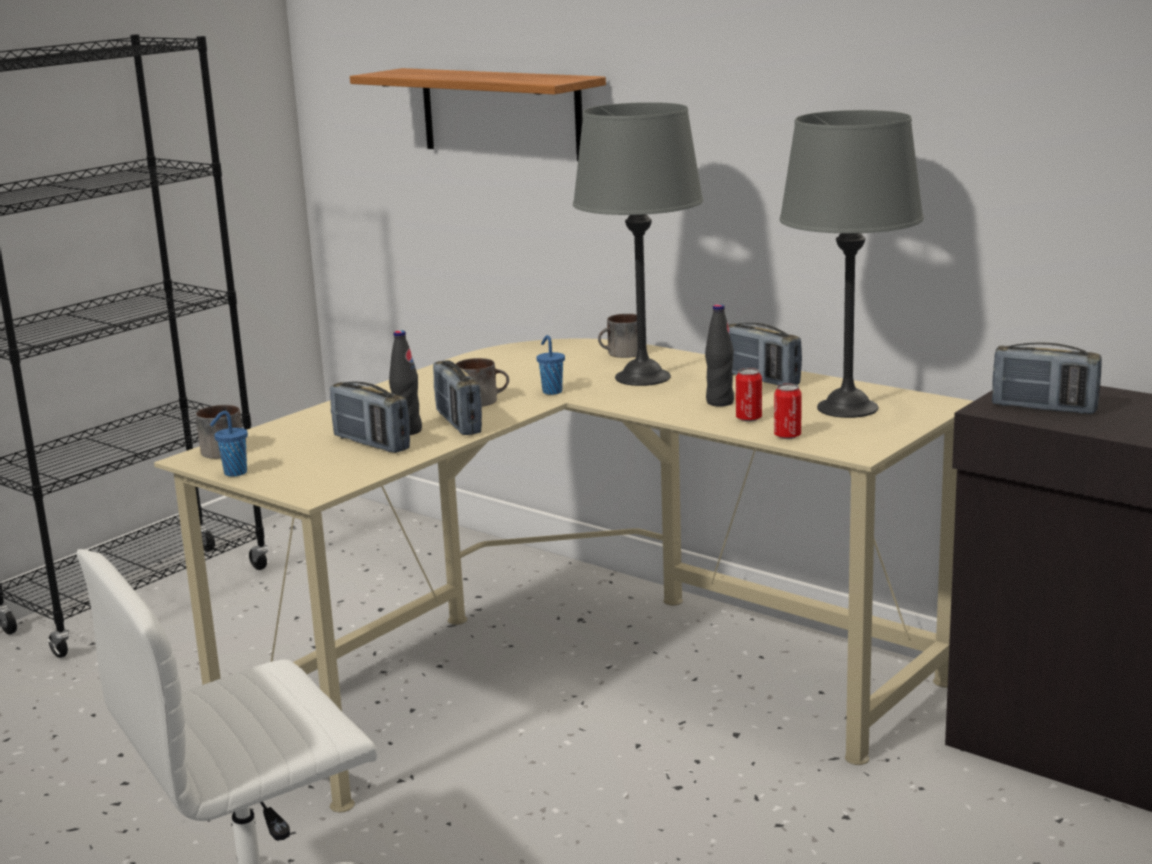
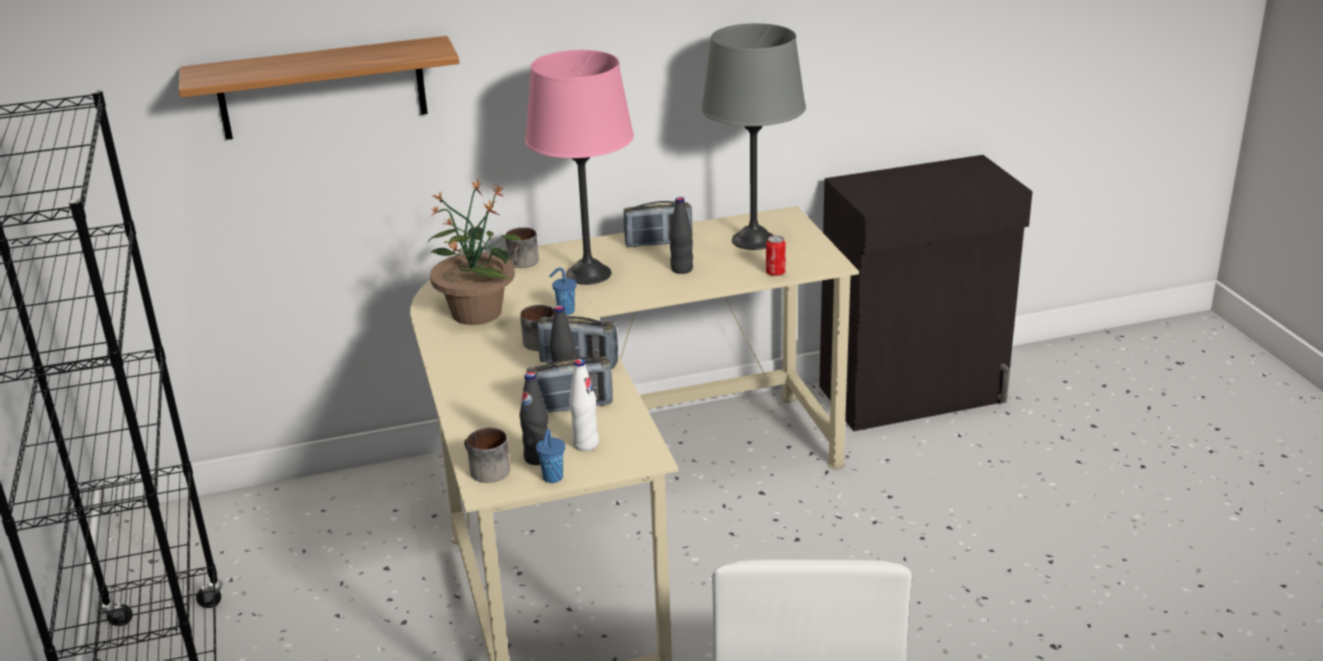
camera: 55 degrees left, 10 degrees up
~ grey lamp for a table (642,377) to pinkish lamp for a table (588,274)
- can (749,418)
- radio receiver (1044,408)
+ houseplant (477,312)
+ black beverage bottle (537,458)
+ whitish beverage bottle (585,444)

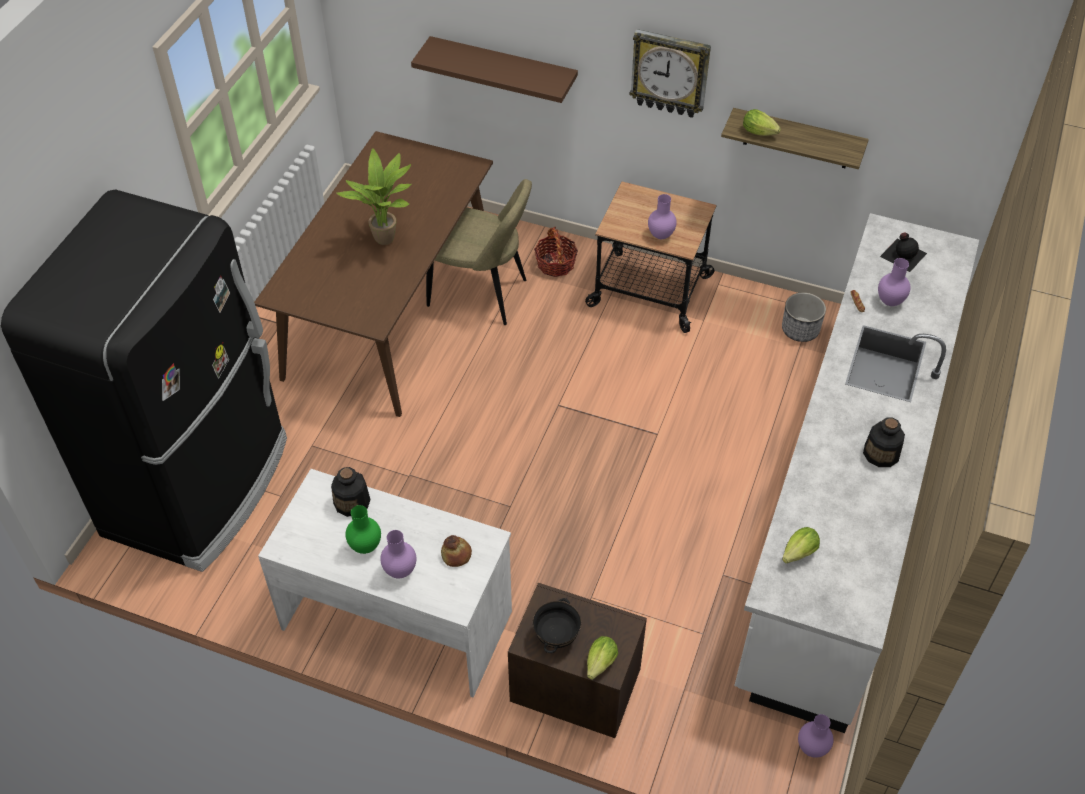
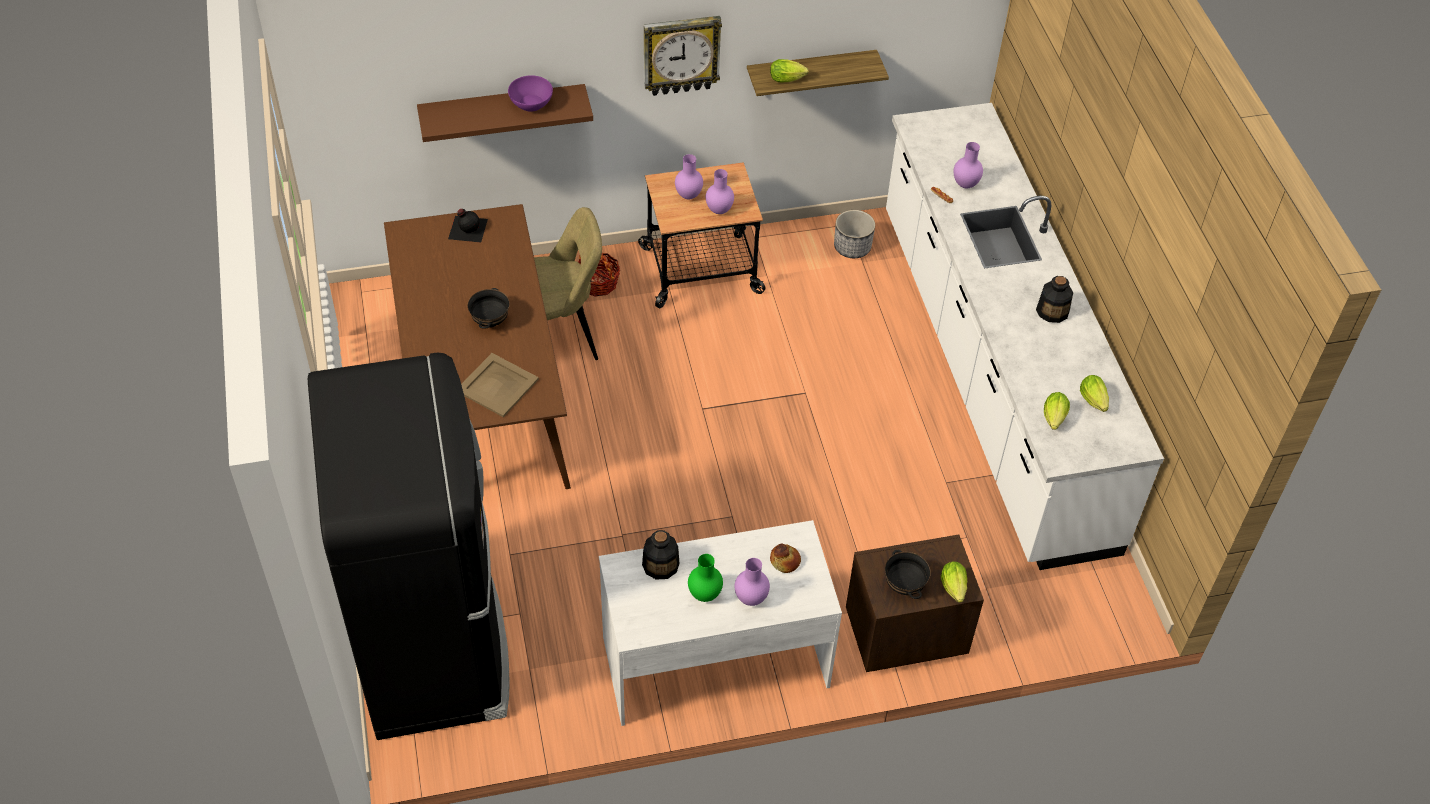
camera: 35 degrees left, 0 degrees up
~ houseplant (387,240) to black deep dish (490,321)
~ purplish decorative vase (812,747) to (688,195)
~ black beverage bottle (903,254) to (467,228)
+ beige-coloured serving tray (496,385)
+ purplish deep dish (531,103)
+ lettuce (1094,402)

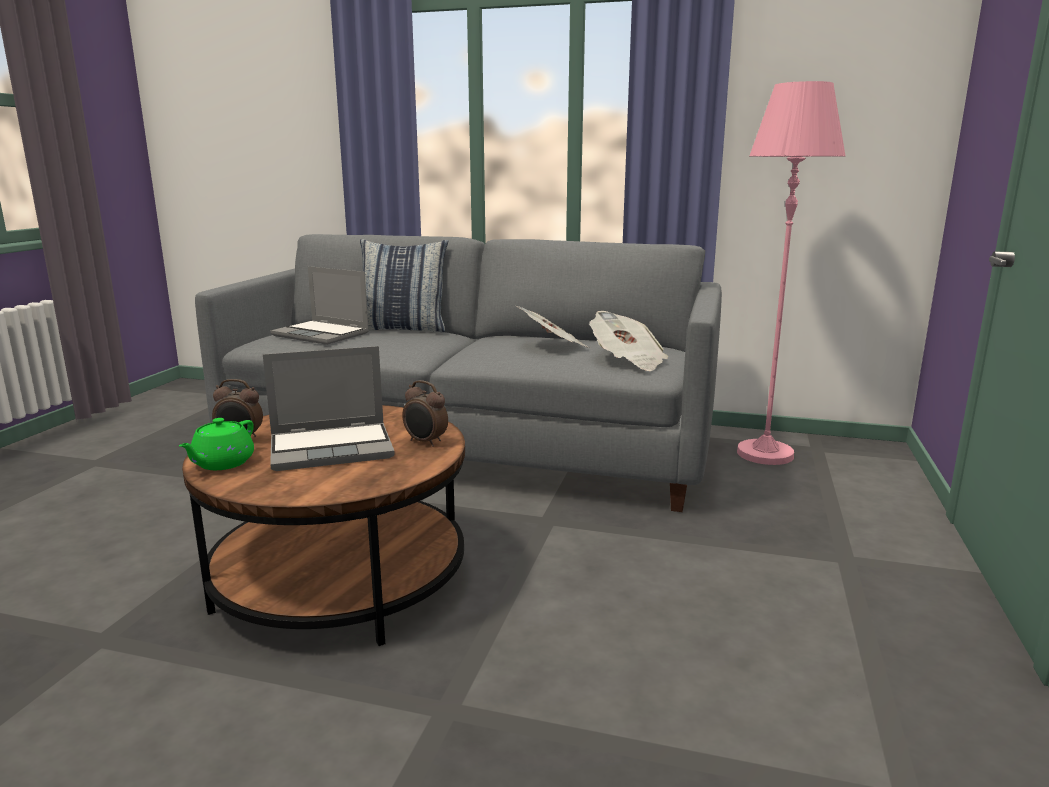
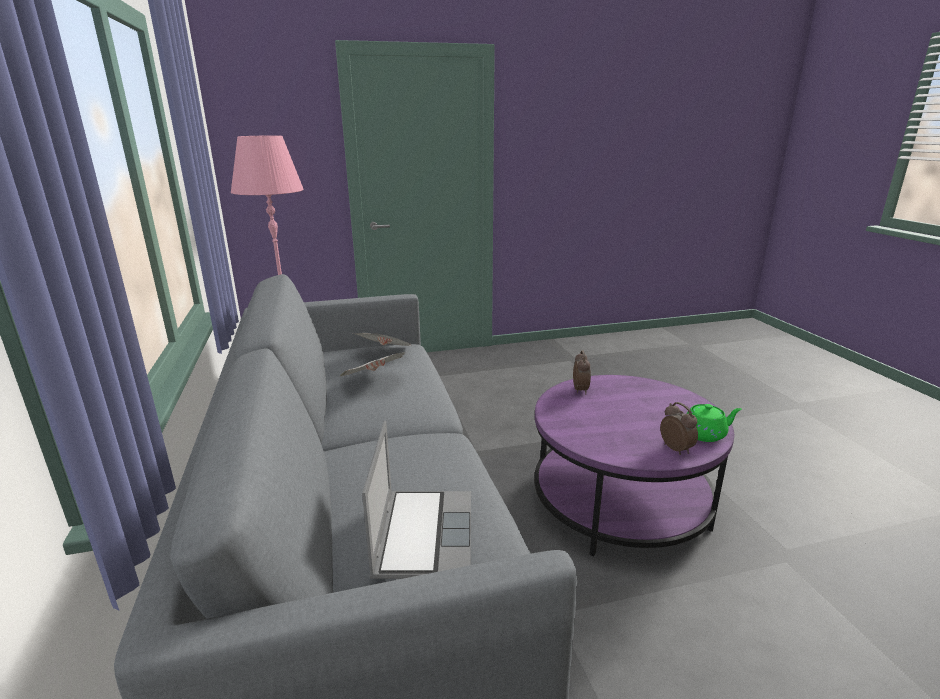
camera: 120 degrees left, 5 degrees up
~ brown-coloured lounge table (341,577) to purplish lounge table (620,500)
- portable computer (333,448)
- throw pillow (403,328)

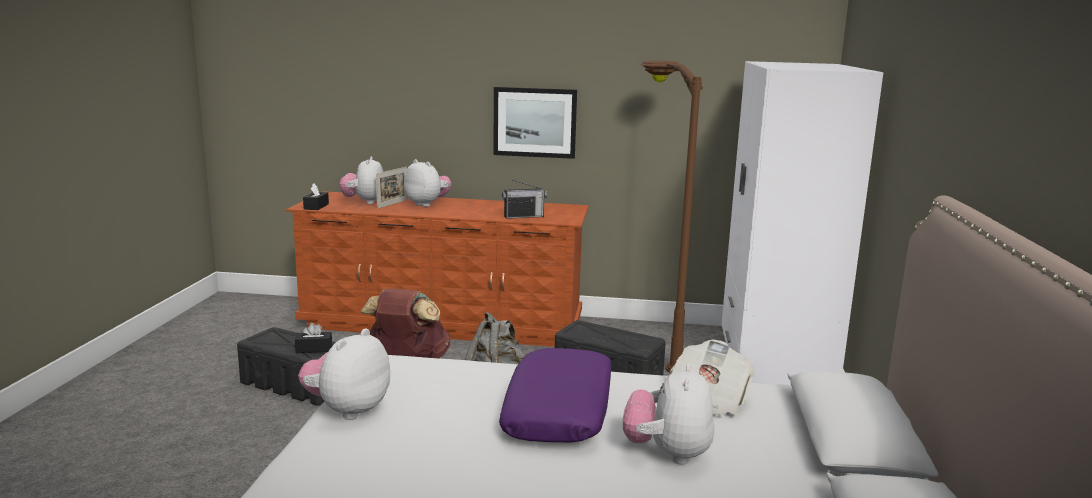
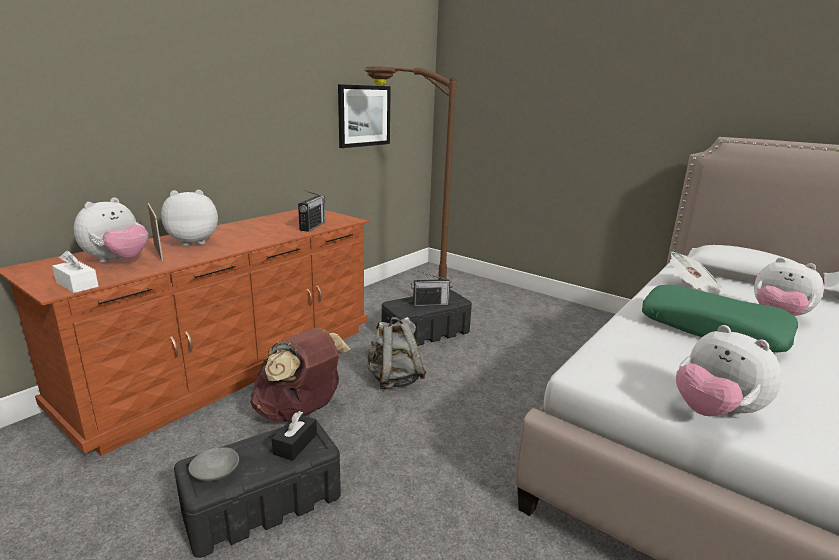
camera: 60 degrees left, 5 degrees up
~ black box of tissues (316,206) to whitish box of tissues (77,284)
~ cuddly toy (364,202) = (117,261) 90 degrees counterclockwise
~ picture (535,122) to (364,116)
~ purplish throw pillow (560,411) to green-coloured throw pillow (712,329)
- whitish armoire (772,366)
+ grey deep dish (216,471)
+ radio receiver (430,304)

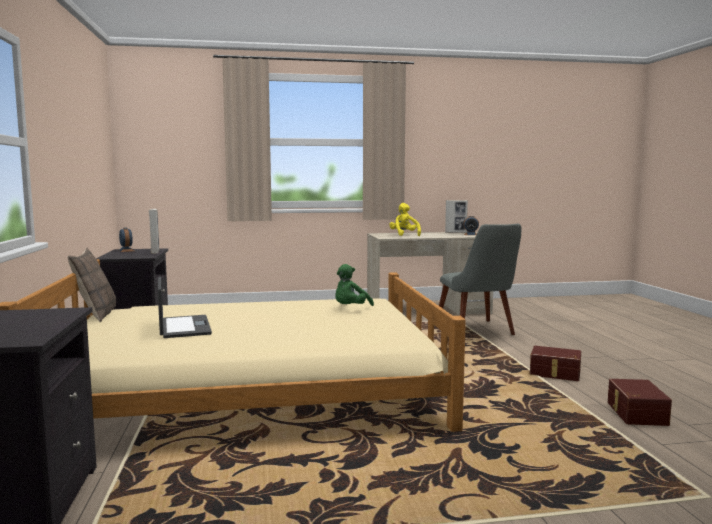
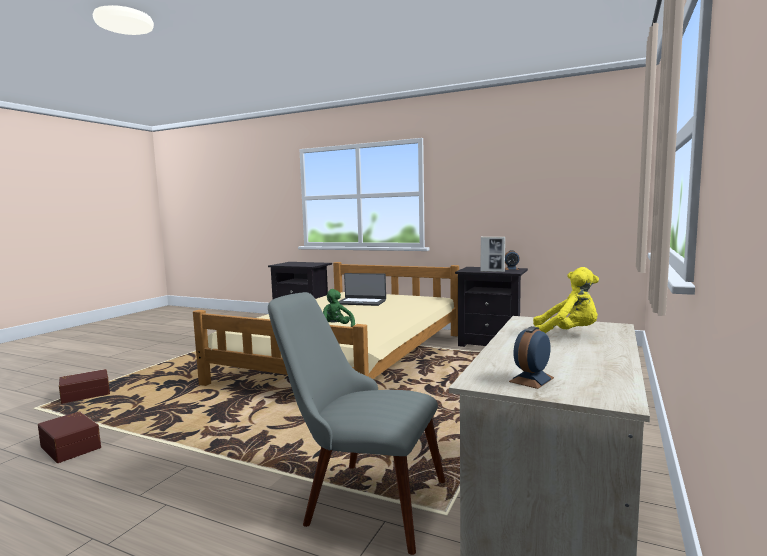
camera: 125 degrees right, 0 degrees up
- throw pillow (96,314)
- photo frame (456,232)
~ brown-coloured storage container (555,373) to (85,394)

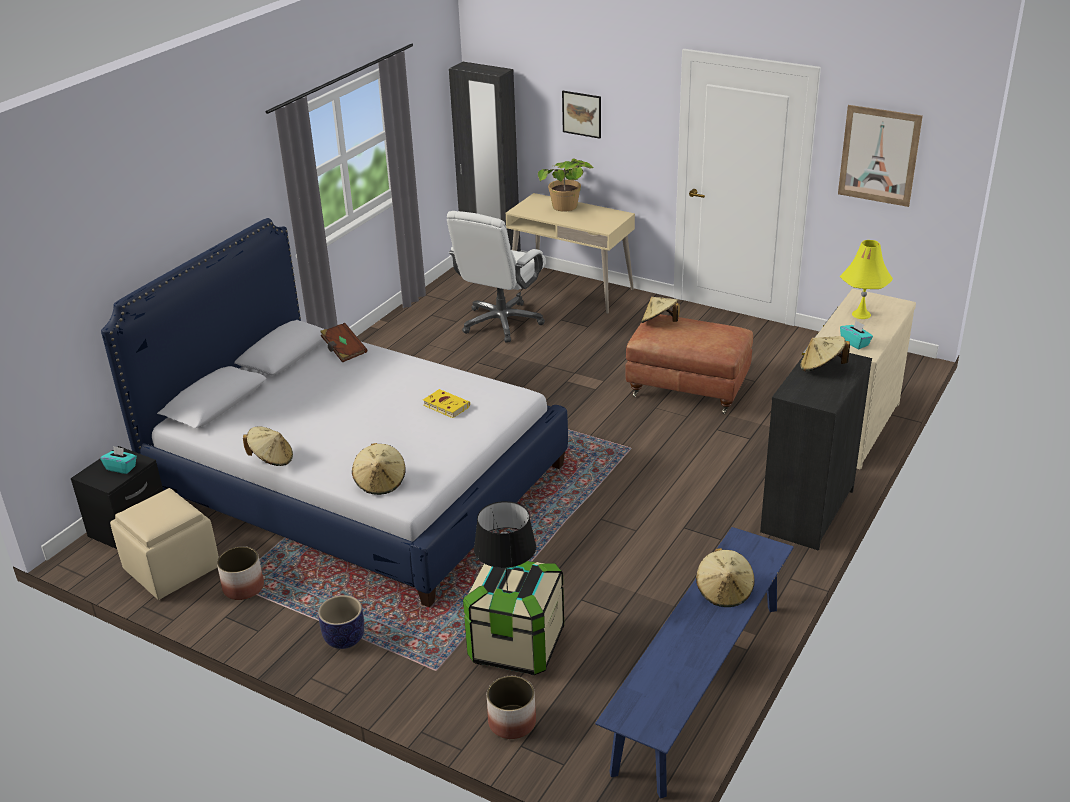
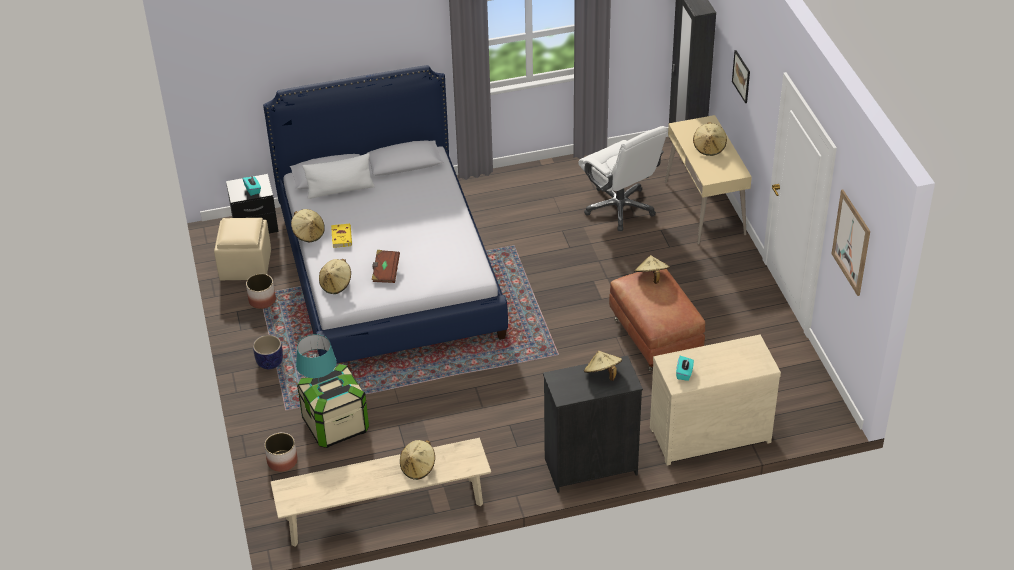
camera: 45 degrees right, 10 degrees up
~ brown-coloured bound book (343,350) to (385,272)
~ yellow bound book (445,406) to (341,236)
~ whitish computer chair (501,323) = (620,208) 105 degrees counterclockwise
~ black lamp for a table (507,590) to blue-green lamp for a table (319,388)
~ houseplant (568,211) to beige-coloured wearable hat (709,147)
~ blue bench (699,686) to beige-coloured bench (384,511)
- yellow lamp for a table (861,314)
+ whitish throw pillow (340,190)

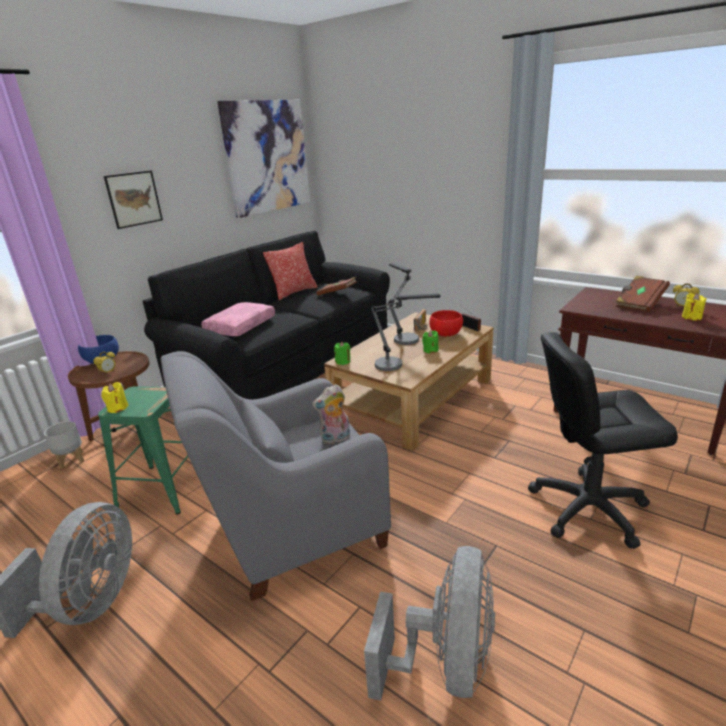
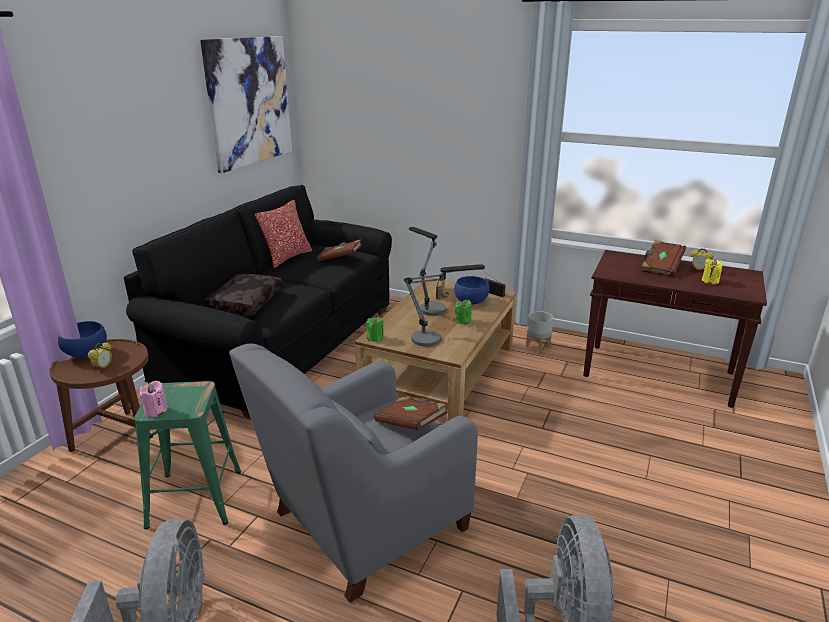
camera: 15 degrees left, 0 degrees up
~ grey flower pot (71,460) to (537,345)
~ yellow candle (117,408) to pinkish candle (156,410)
- picture (134,199)
~ pinkish throw pillow (240,326) to brown-coloured throw pillow (245,302)
~ cuddly toy (335,439) to brown-coloured bound book (411,424)
~ red deep dish (445,334) to blue deep dish (471,301)
- black computer chair (587,508)

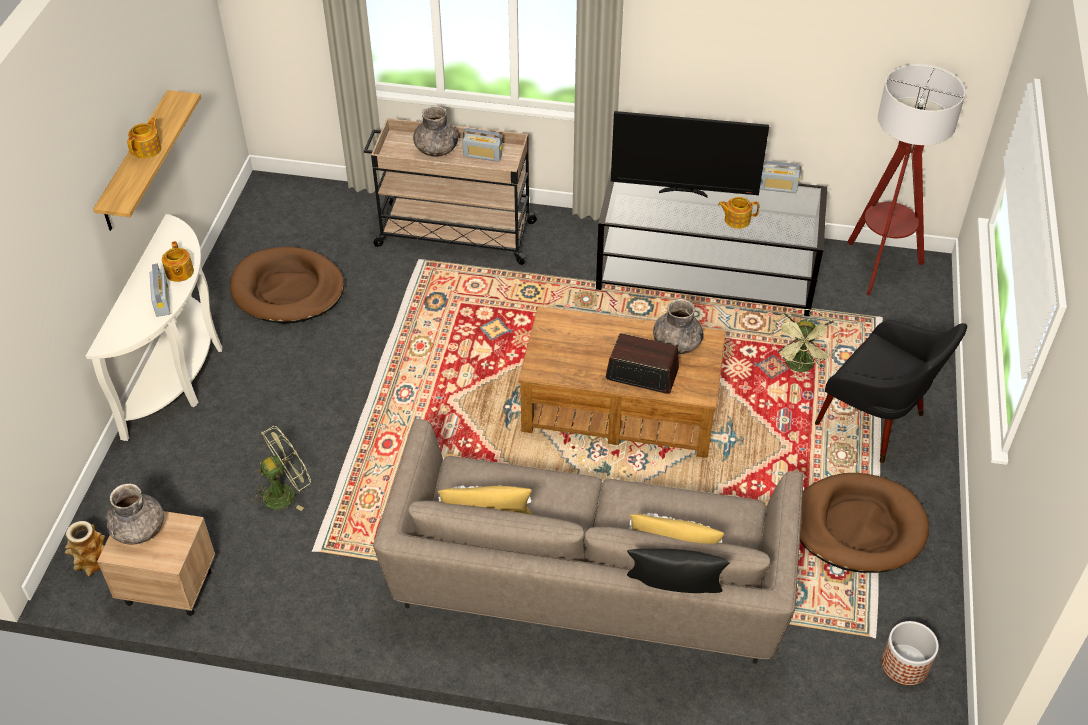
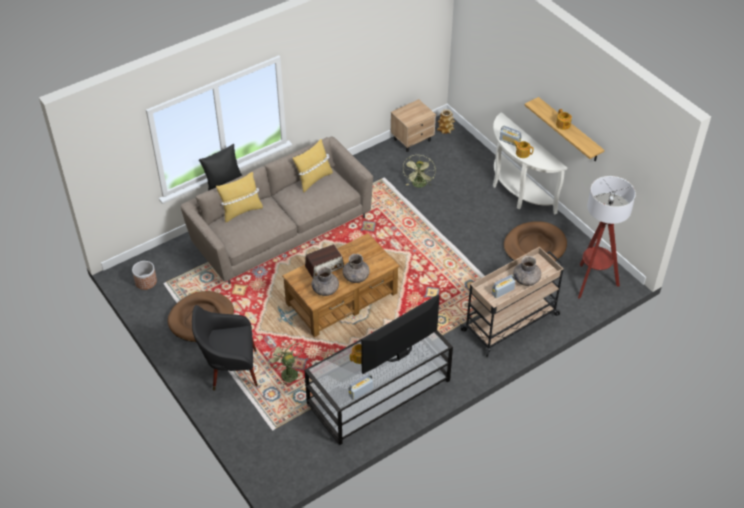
camera: 135 degrees right, 0 degrees up
~ grey decorative vase (138,529) to (356,277)
~ standard lamp (880,266) to (592,282)

